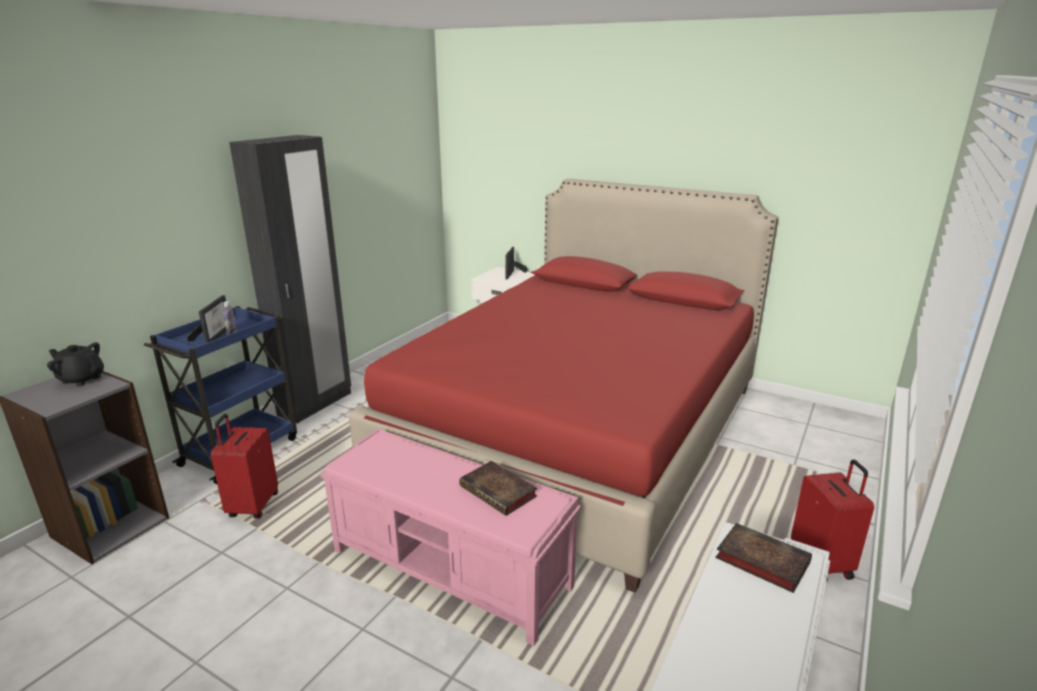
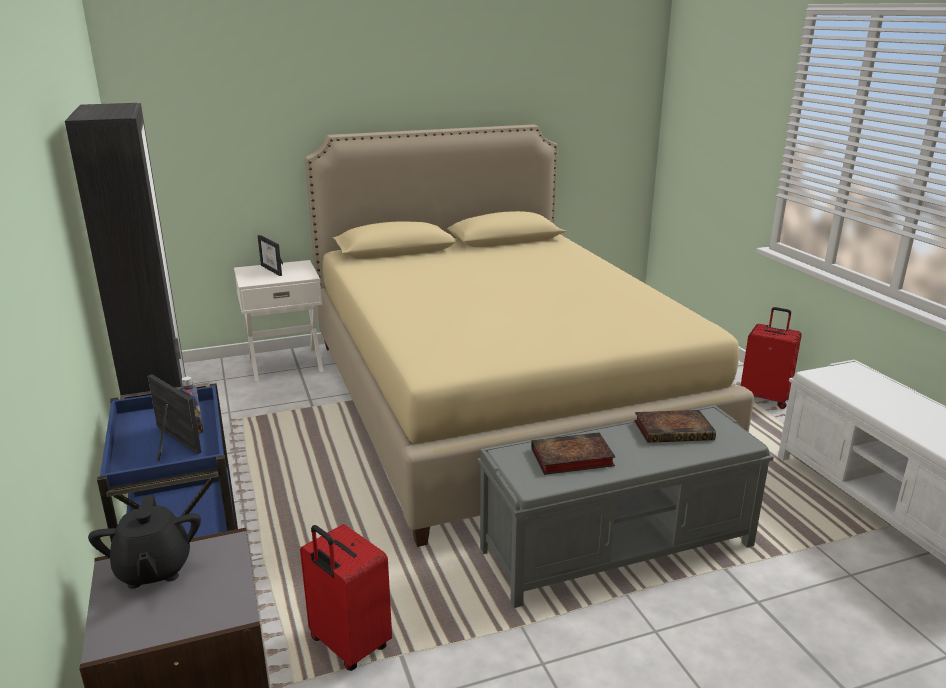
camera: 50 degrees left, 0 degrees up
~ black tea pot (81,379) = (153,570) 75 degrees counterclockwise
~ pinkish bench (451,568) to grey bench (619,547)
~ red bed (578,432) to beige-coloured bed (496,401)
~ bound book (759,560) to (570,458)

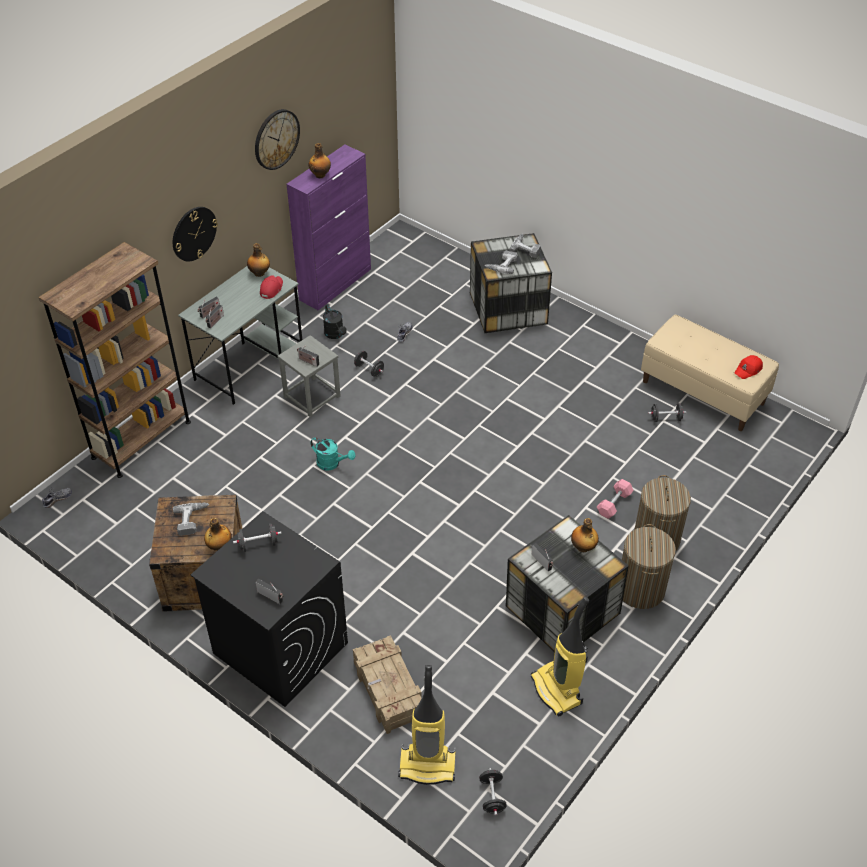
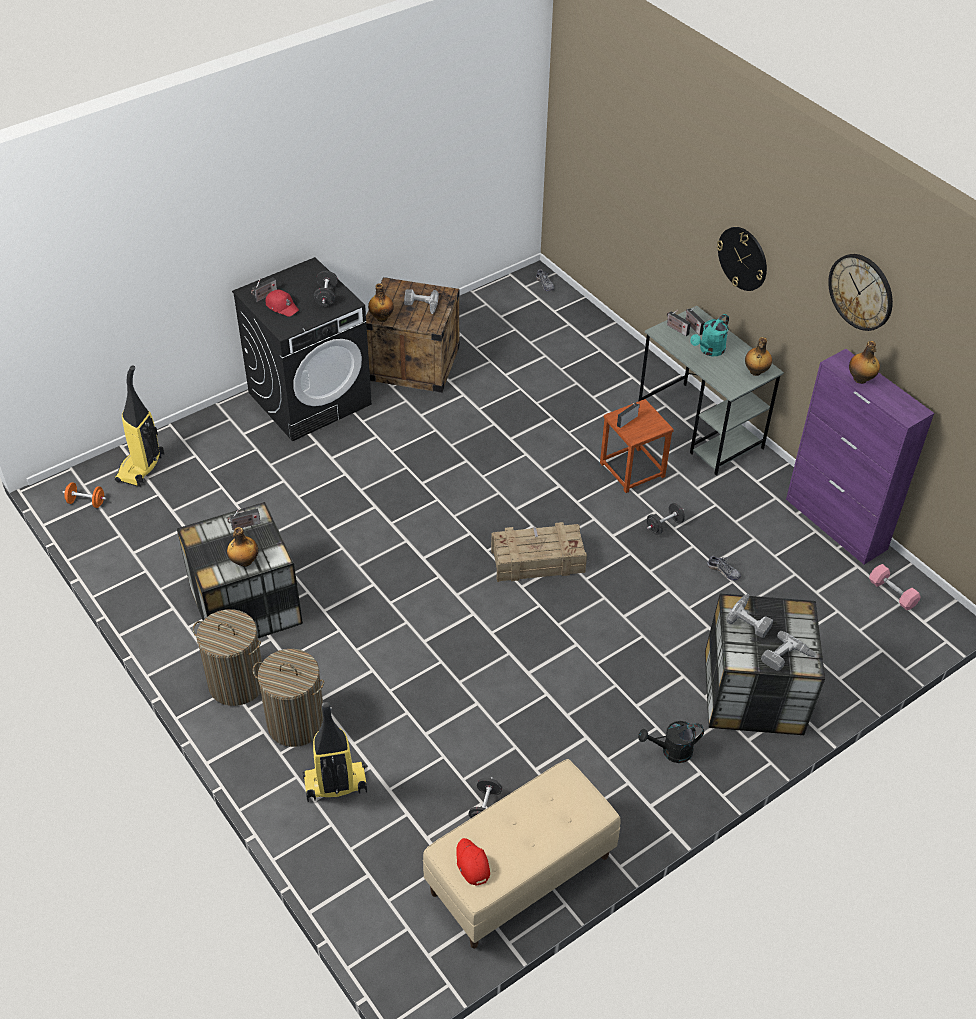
camera: 105 degrees right, 0 degrees up
- brown-coloured bookcase (141,439)
~ red cap (271,289) to (282,306)
~ grey stool seat (312,397) to brown-coloured stool seat (631,470)
~ blue-green sprinkling can (332,464) to (709,350)
~ black sprinkling can (335,334) to (671,751)
~ crate (388,691) to (537,561)
~ black hand weight (492,796) to orange hand weight (86,502)
~ hoover (557,690) to (335,785)
~ pinkish hand weight (614,504) to (892,593)

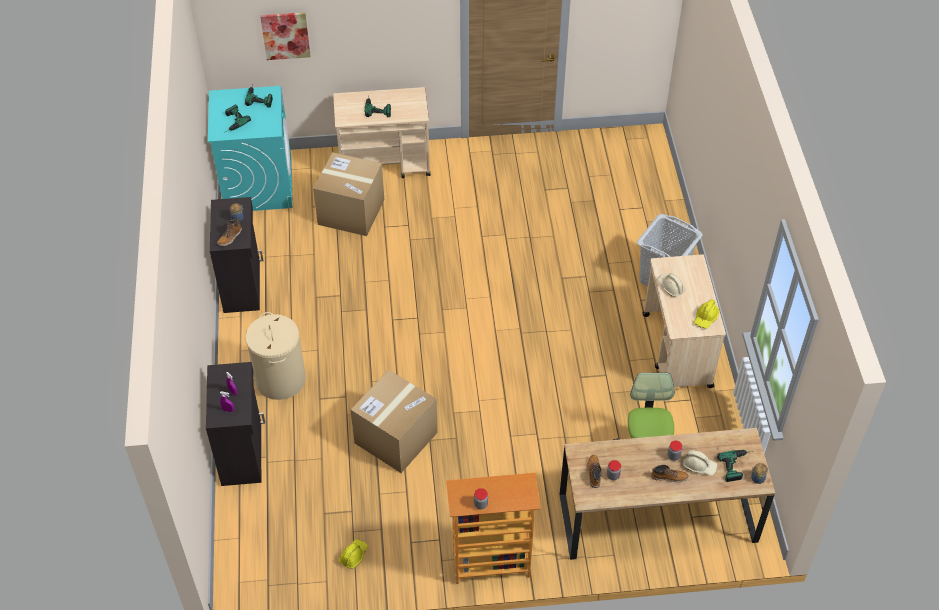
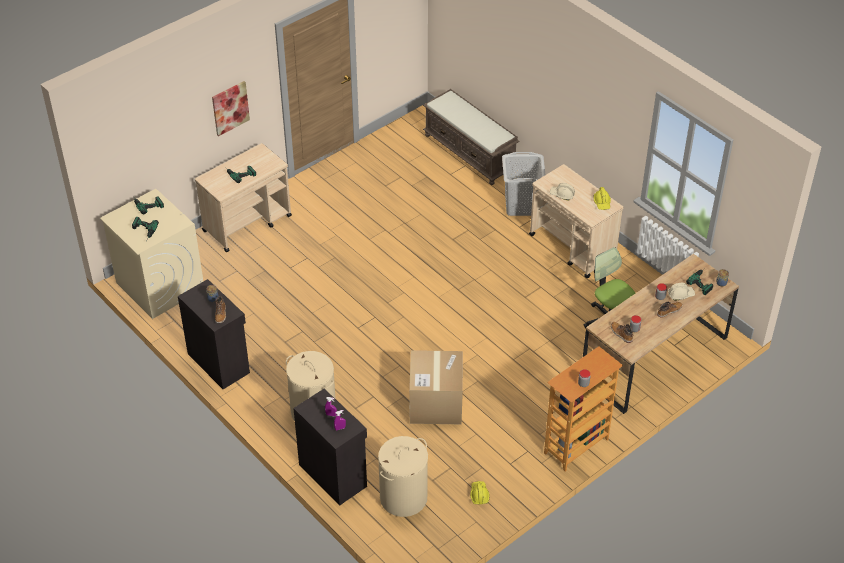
camera: 35 degrees left, 5 degrees down
~ blue-green laundry machine (258,184) to beige-coloured laundry machine (159,285)
~ picture (285,35) to (230,108)
- carton (351,212)
+ beige-coloured washing basket (403,498)
+ brown-coloured bench (470,153)

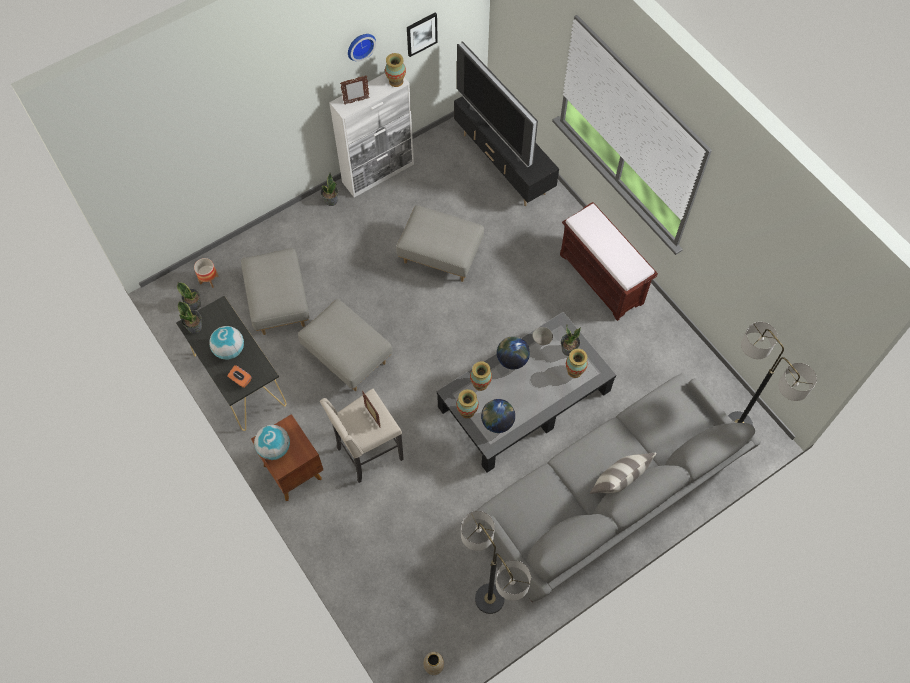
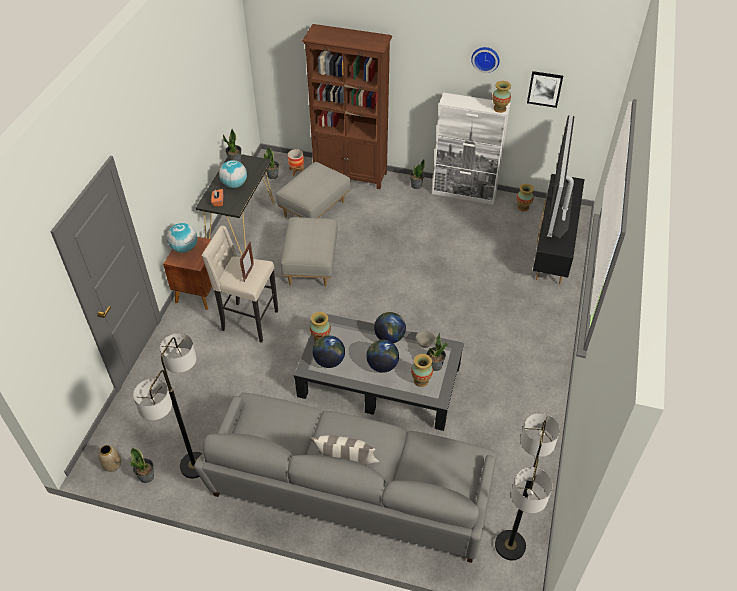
camera: 50 degrees right, 15 degrees down
- photo frame (356,101)
- grey footrest (441,255)
~ decorative vase (480,383) to (523,207)
- brown-coloured bench (602,279)
+ houseplant (147,476)
+ brown-coloured bookcase (351,175)
+ world globe (382,365)

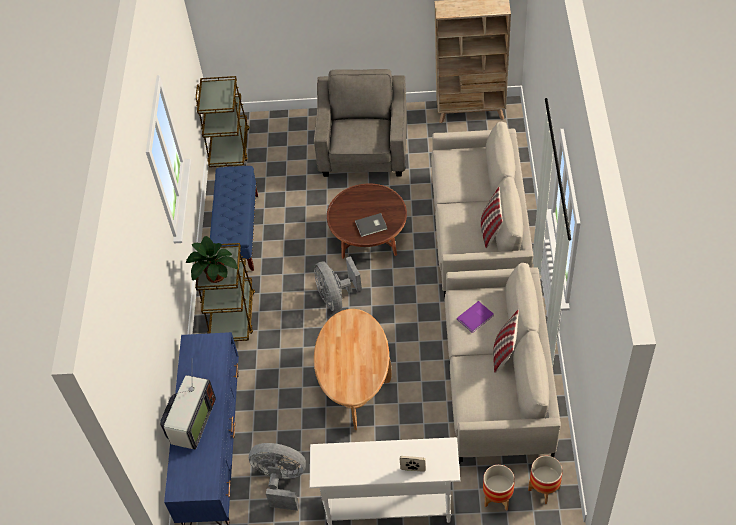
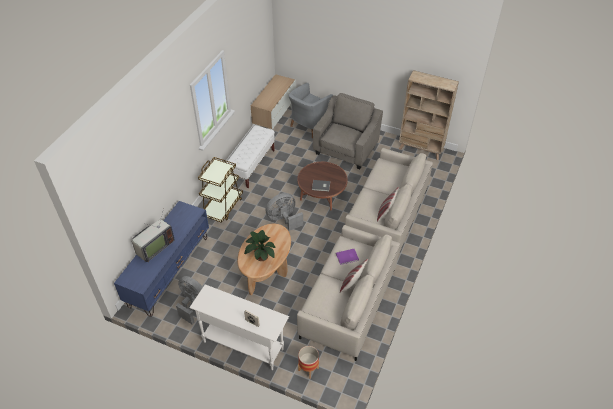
camera: 20 degrees right, 5 degrees down
~ houseplant (214,274) to (260,255)
~ brown-coloured trolley (229,147) to storage cabinet (274,121)
~ blue bench (238,233) to whitish bench (252,166)
~ grey cooling fan (336,297) = (284,219) 60 degrees clockwise
- flower pot (544,489)
+ grey armchair (309,125)

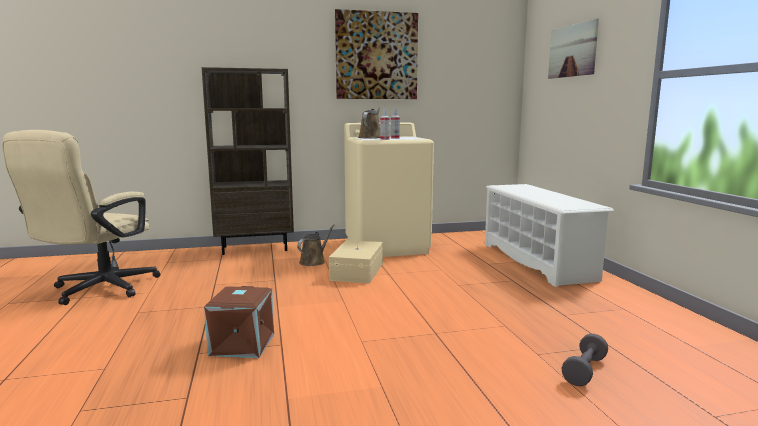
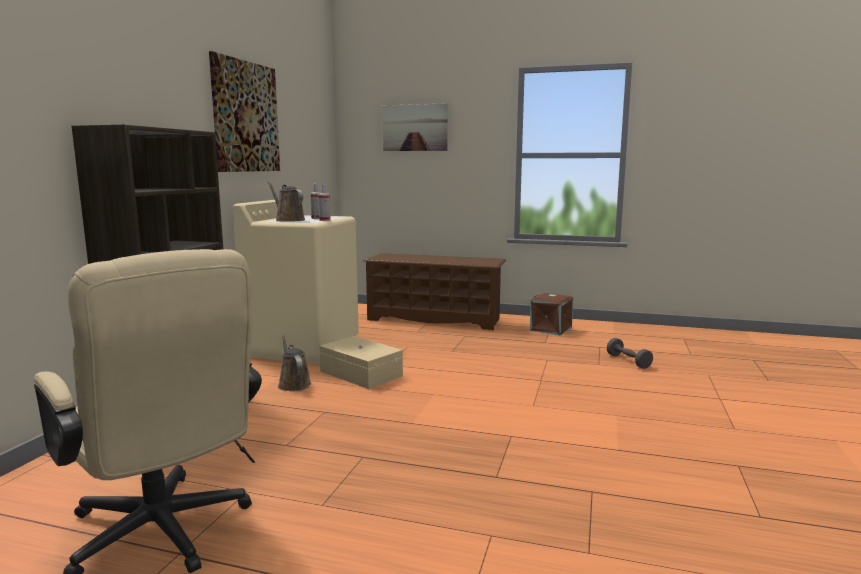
camera: 60 degrees left, 0 degrees up
~ brown-coloured storage container (243,345) to (551,329)
~ whitish shoe stand (537,261) to brown-coloured shoe stand (435,319)

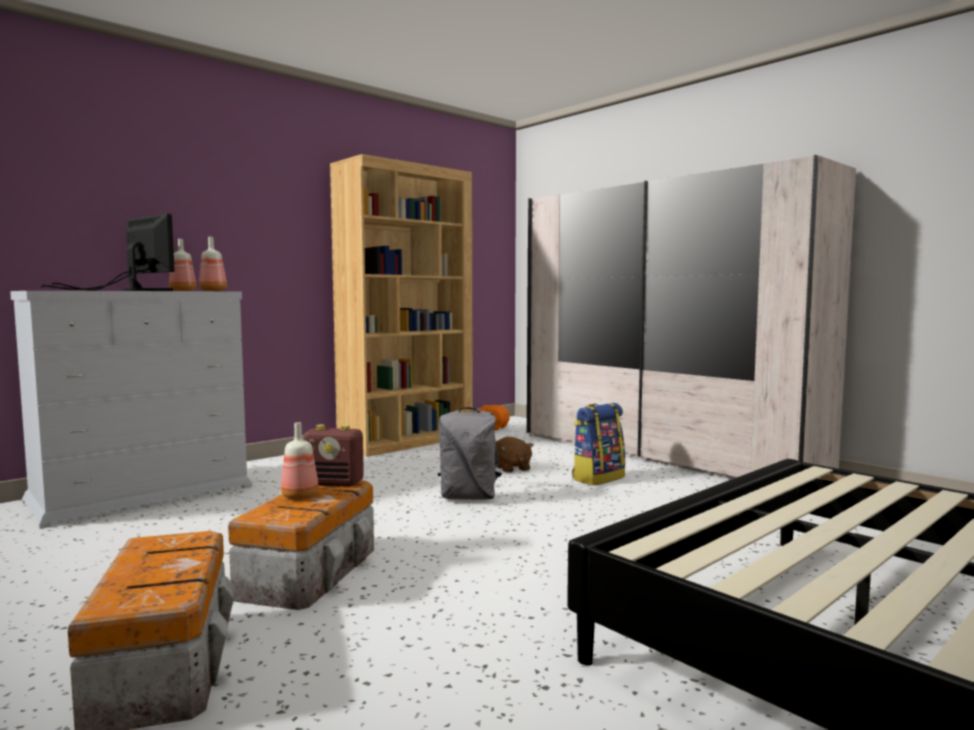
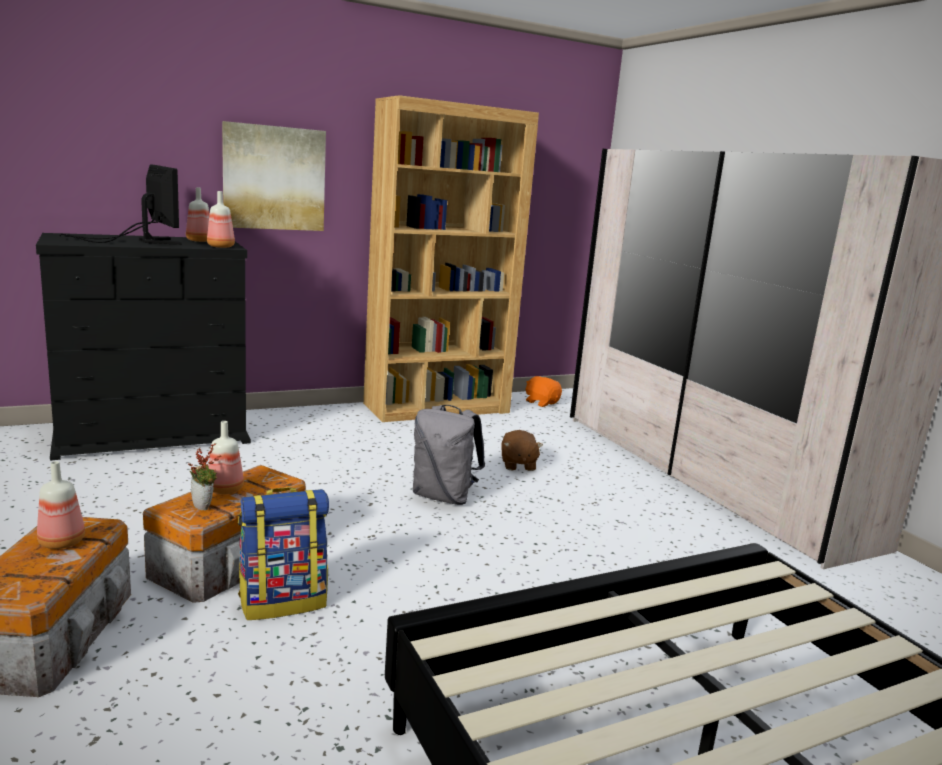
camera: 15 degrees right, 10 degrees up
~ whitish drawer chest (142,494) to black drawer chest (153,434)
- radio receiver (335,483)
~ rucksack (597,478) to (283,601)
+ beverage bottle (62,541)
+ houseplant (205,506)
+ picture (274,178)

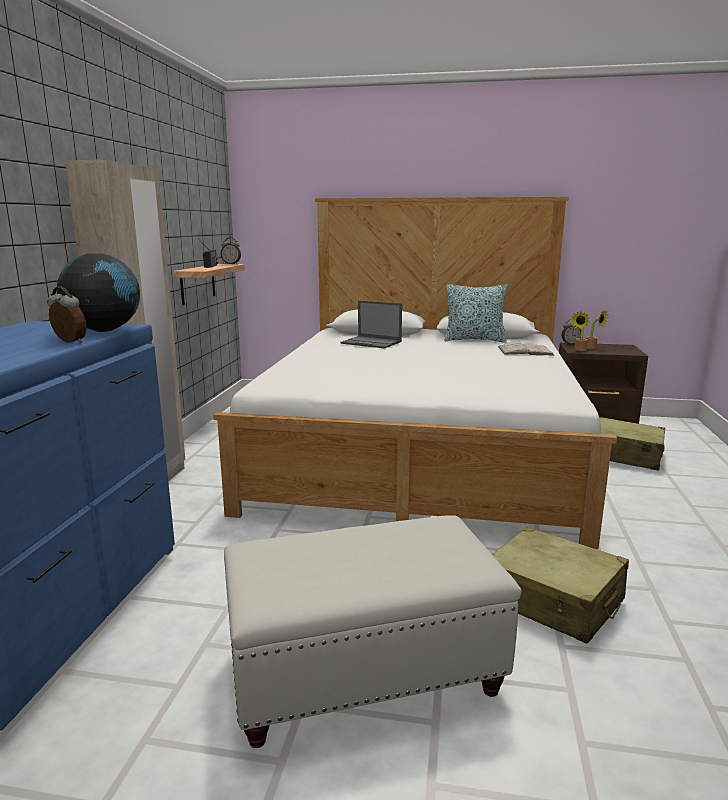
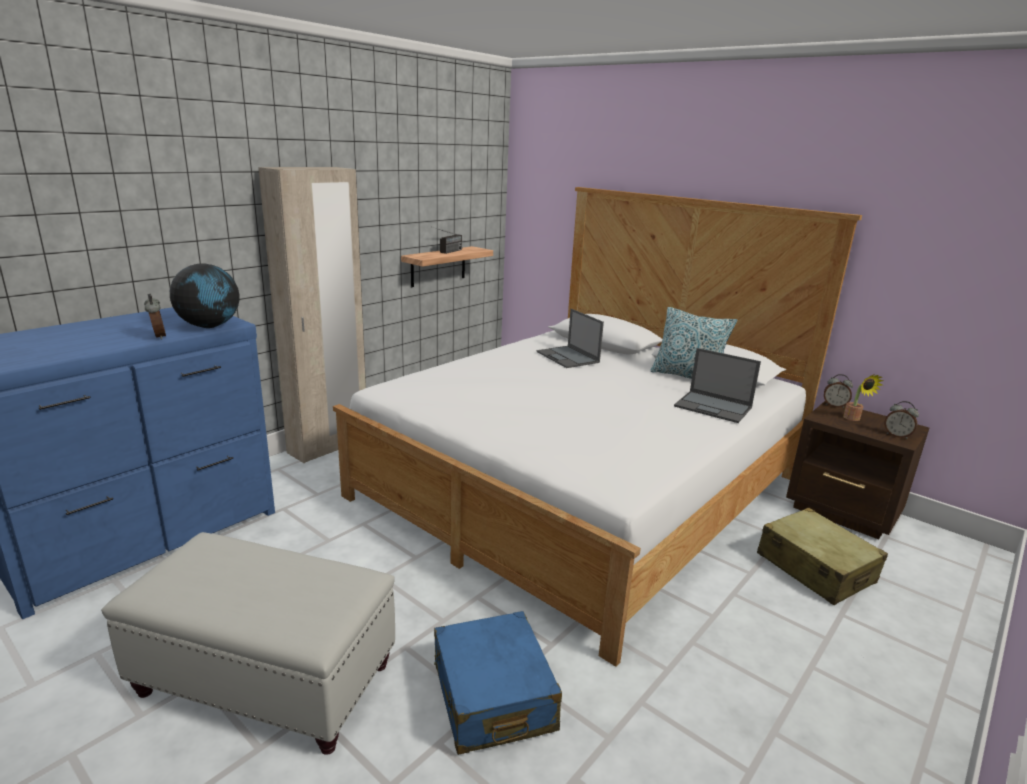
camera: 30 degrees right, 5 degrees up
~ alarm clock (231,264) to (897,435)
~ beige-coloured suitcase (553,600) to blue suitcase (493,697)
~ whitish bound book (525,351) to portable computer (714,407)
- houseplant (579,350)

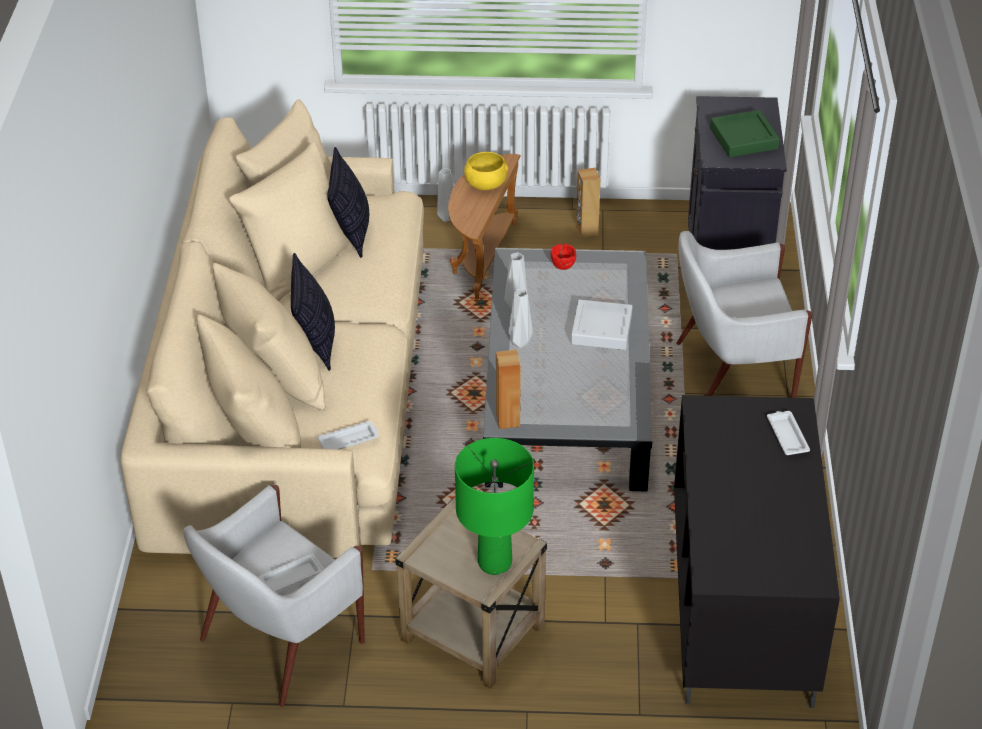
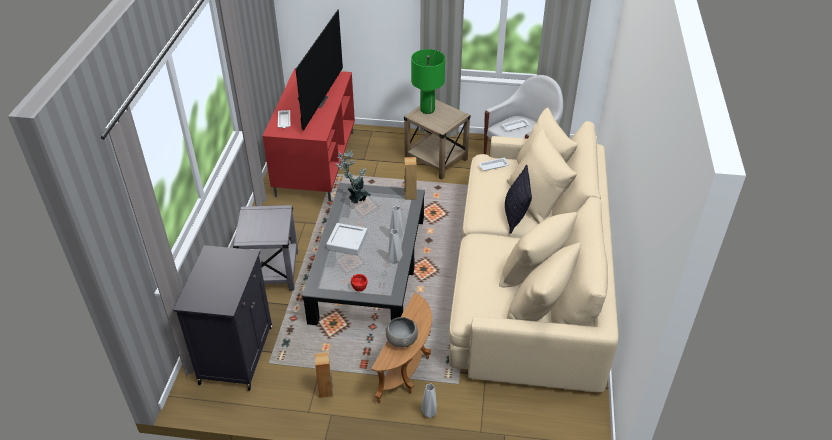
camera: 175 degrees left, 0 degrees up
- throw pillow (351,232)
~ yellow deep dish (486,184) to grey deep dish (401,340)
~ black tv stand (744,606) to red tv stand (315,162)
~ whitish armchair (730,373) to grey side table (271,271)
- green-coloured serving tray (744,138)
+ TV (318,100)
+ houseplant (356,199)

